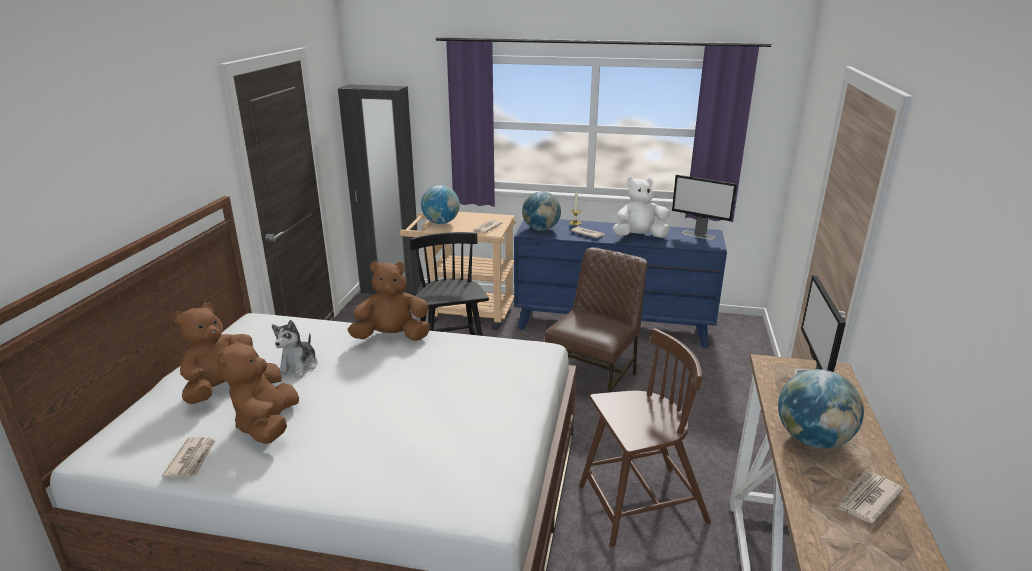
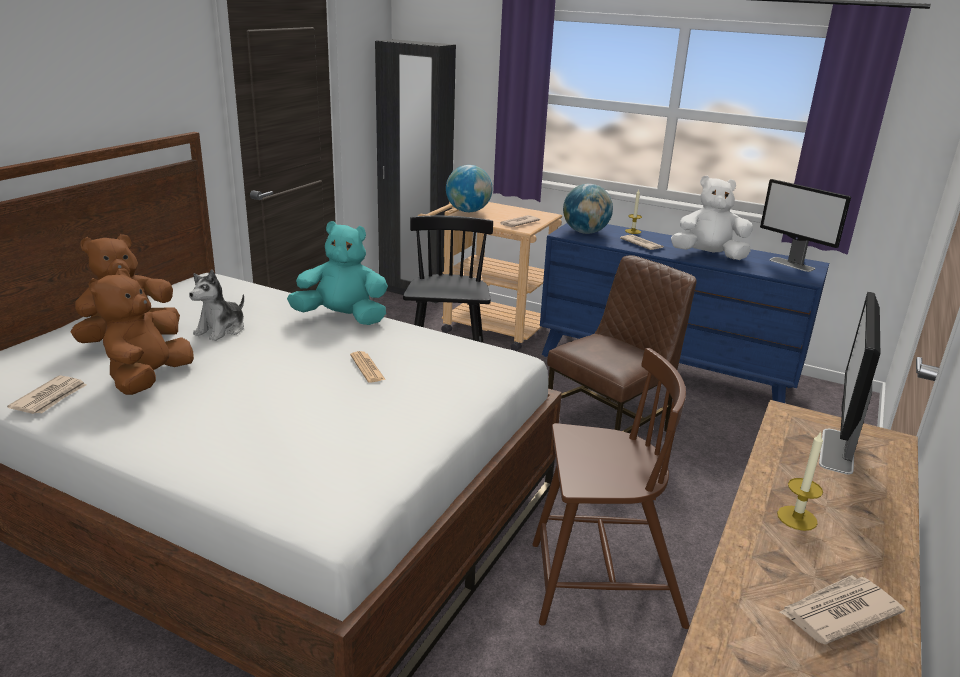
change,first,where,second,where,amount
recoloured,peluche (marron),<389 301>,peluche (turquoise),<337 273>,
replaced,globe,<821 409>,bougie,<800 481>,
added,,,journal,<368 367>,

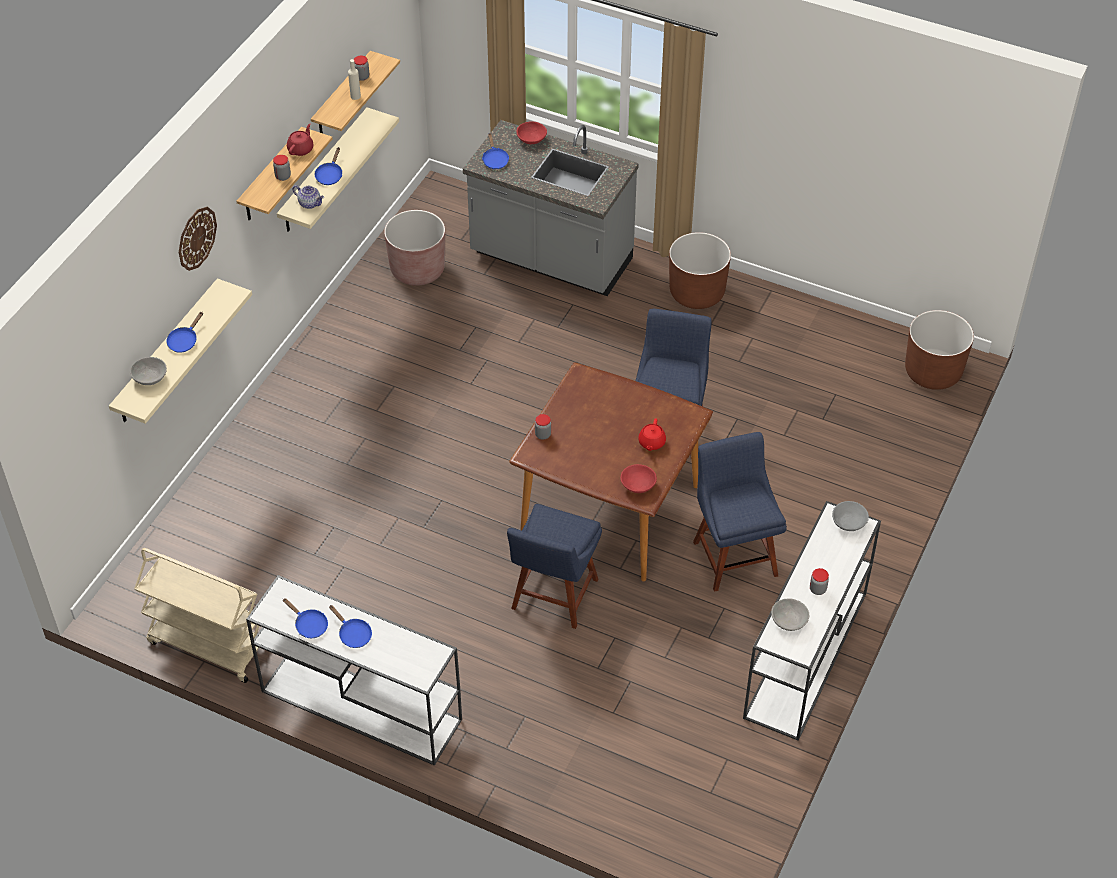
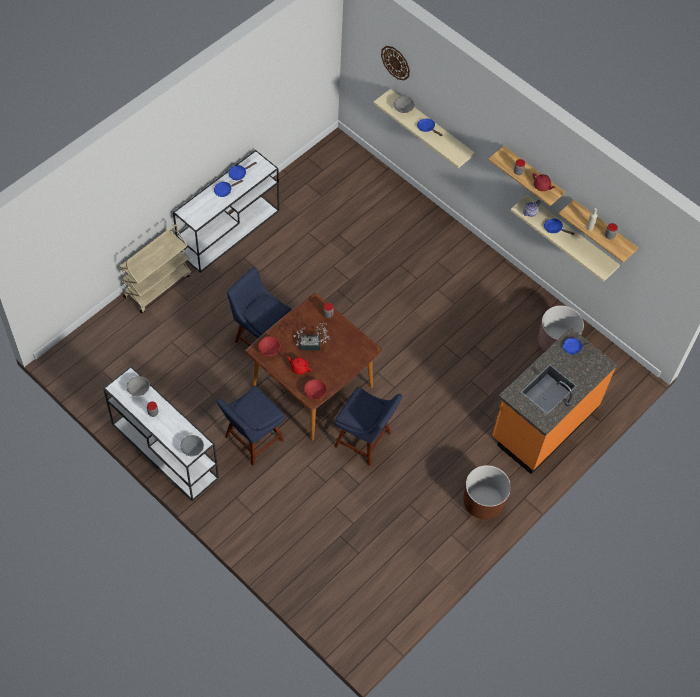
change,first,where,second,where,amount
recoloured,comptoir de cuisine (gris),<551 208>,comptoir de cuisine (orange),<554 401>,
moved,bol (rouge),<531 132>,,<315 389>,
moved,horloge murale,<198 239>,,<395 63>,
removed,cache-pot (marron),<939 350>,,,
turned,chaise (bleu),<740 512>,,<251 425>,135 degrees clockwise
moved,chariot (beige),<196 615>,,<155 268>,
added,,,plante en pot,<312 336>,

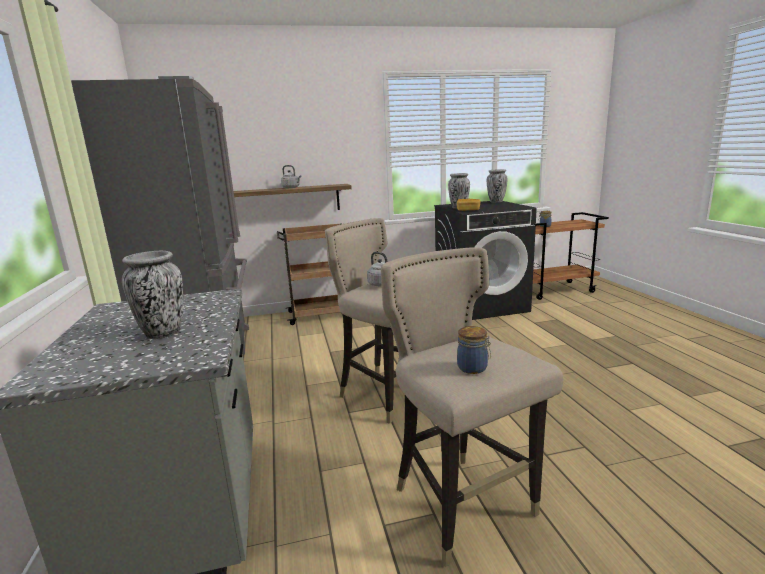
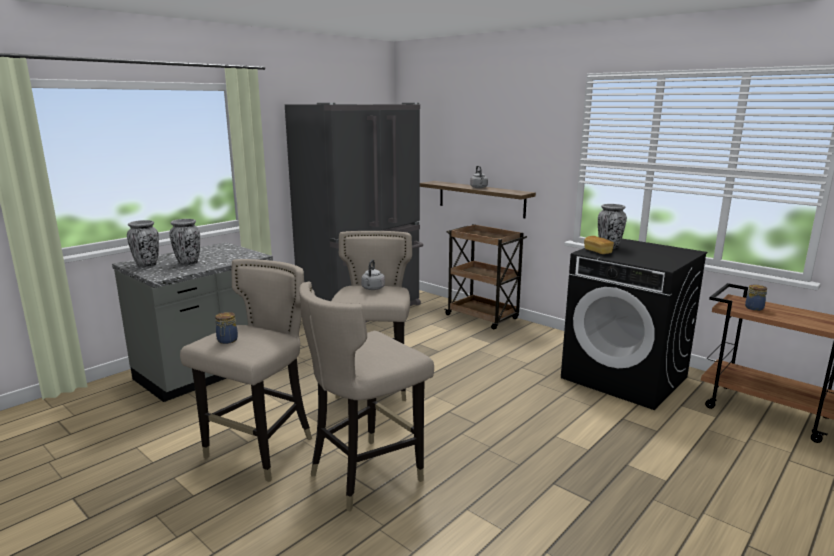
change,first,where,second,where,amount
moved,vase,<497 186>,,<143 243>,
added,,,tabouret (beige),<366 396>,

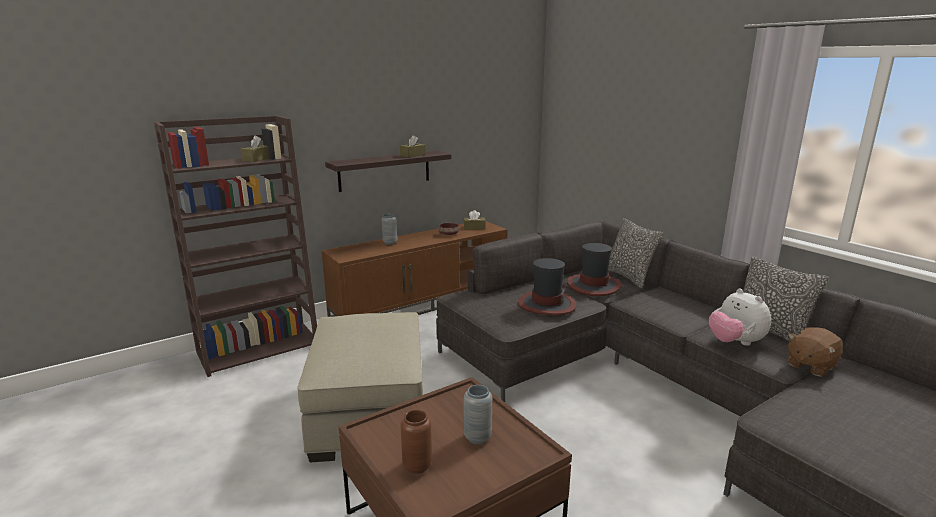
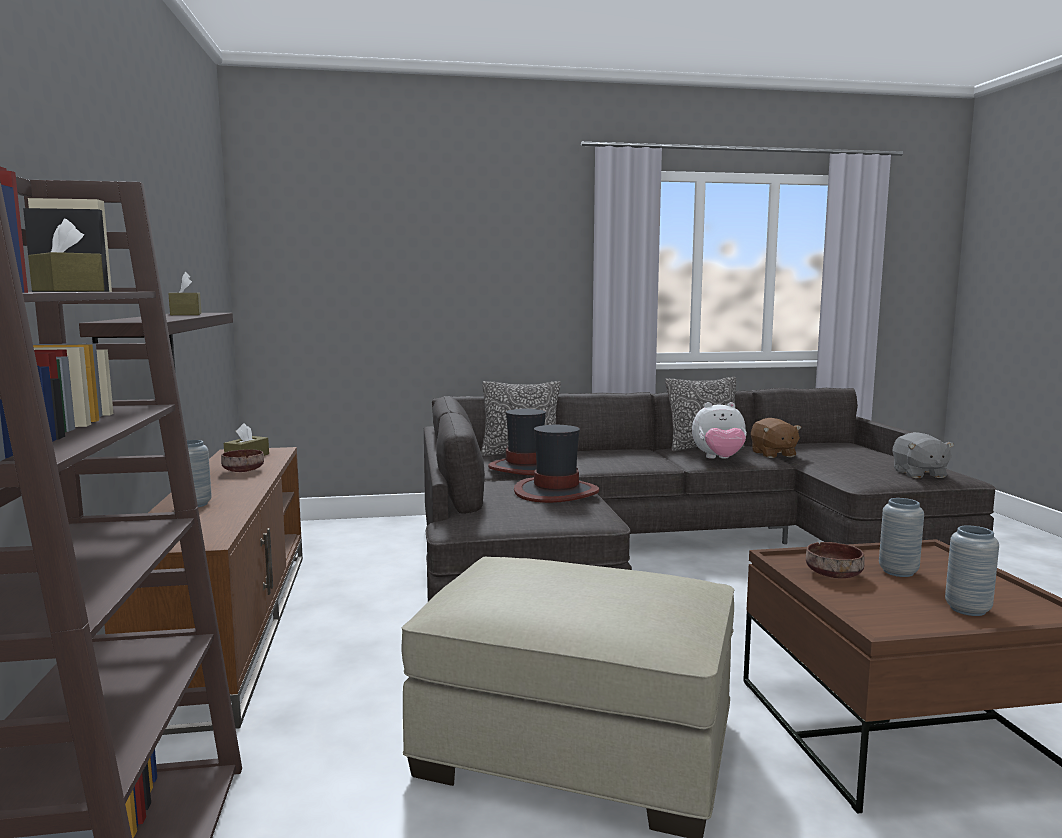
change,first,where,second,where,amount
recoloured,vase (marron),<416 442>,vase (gris),<972 570>,
added,,,peluche (gris),<923 455>,
added,,,bol (marron),<835 560>,

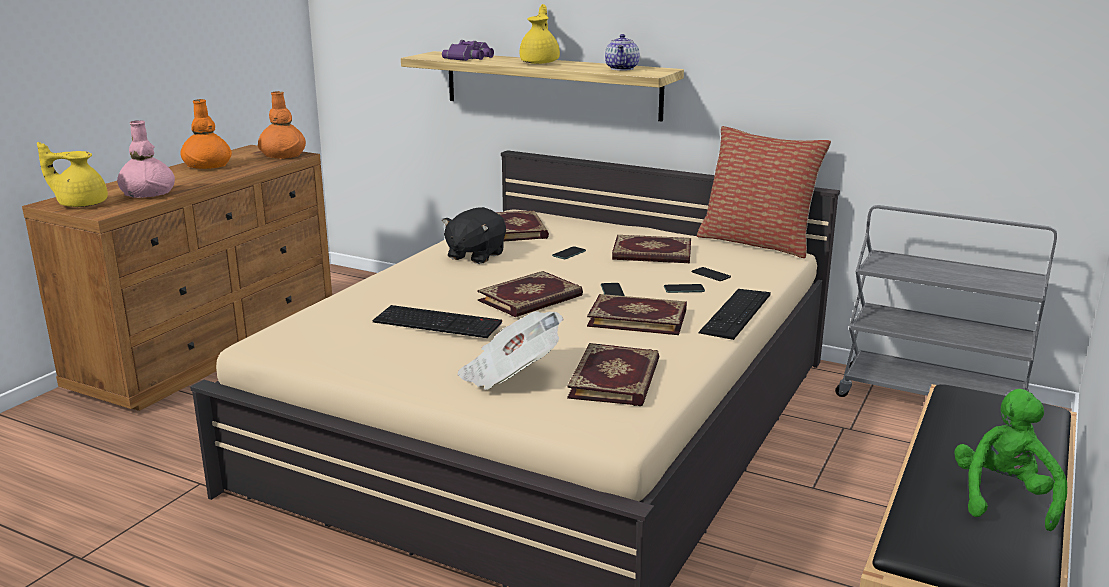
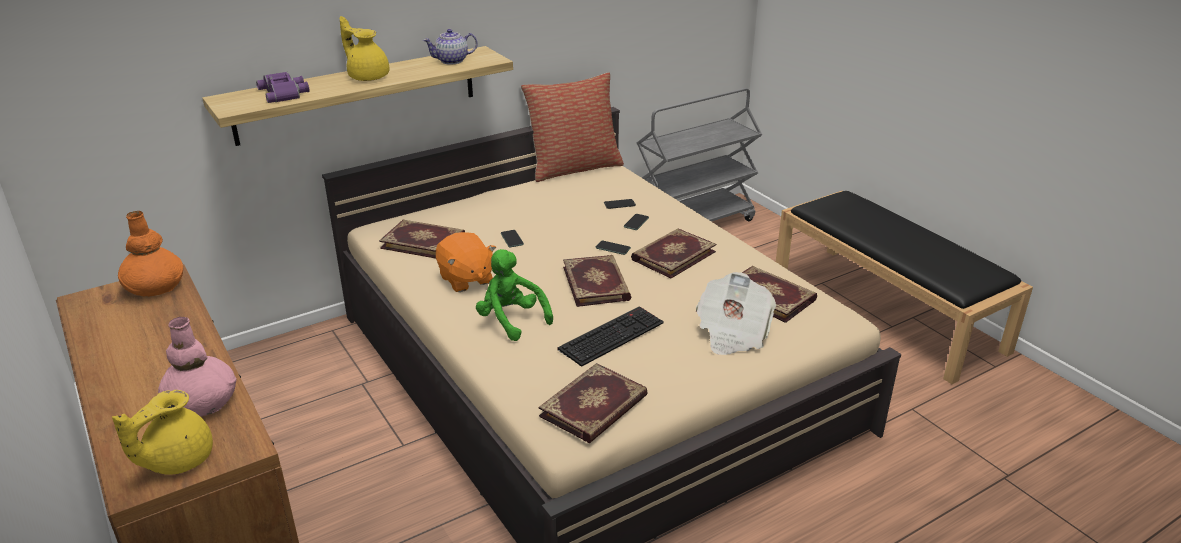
change,first,where,second,where,amount
turned,théière,<622 52>,,<450 47>,120 degrees clockwise
removed,vase (orange),<206 134>,,,
recoloured,peluche (noir),<474 235>,peluche (orange),<466 262>,
moved,livre,<651 249>,,<593 403>,
removed,clavier,<734 314>,,,
moved,peluche (vert),<1010 460>,,<514 295>,

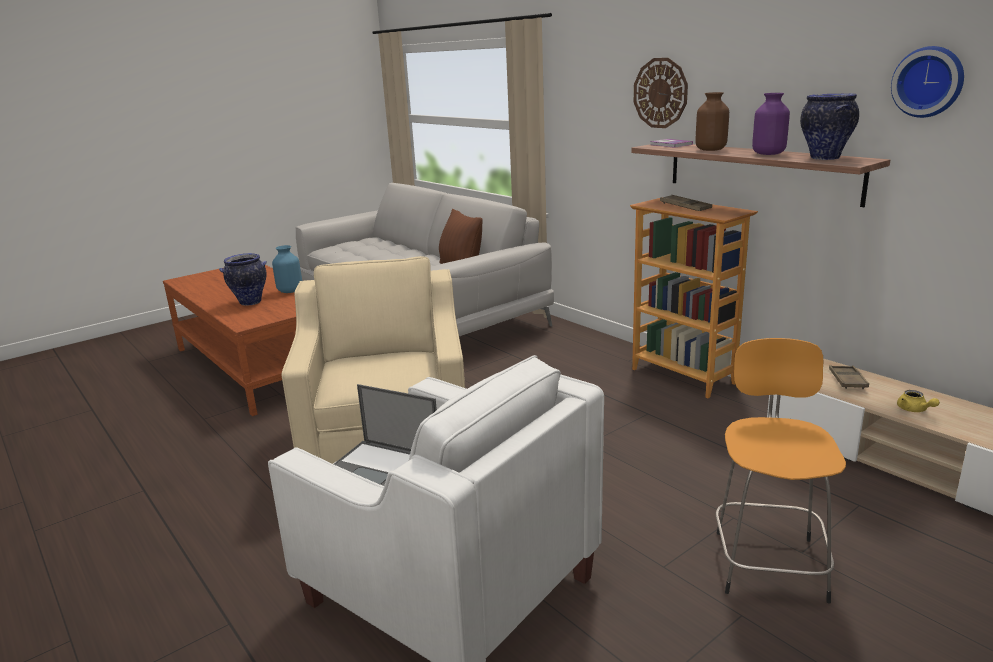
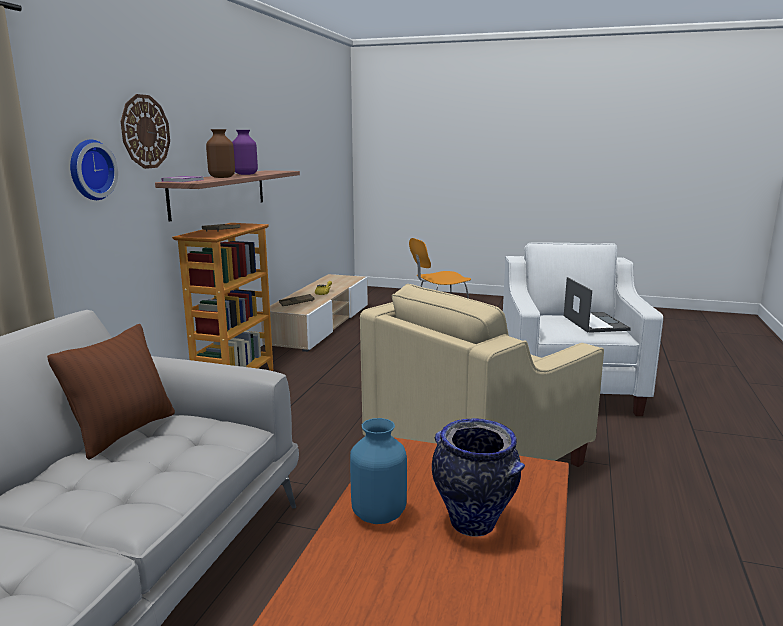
change,first,where,second,where,amount
moved,horloge murale,<927 82>,,<94 169>,
removed,vase,<829 126>,,,

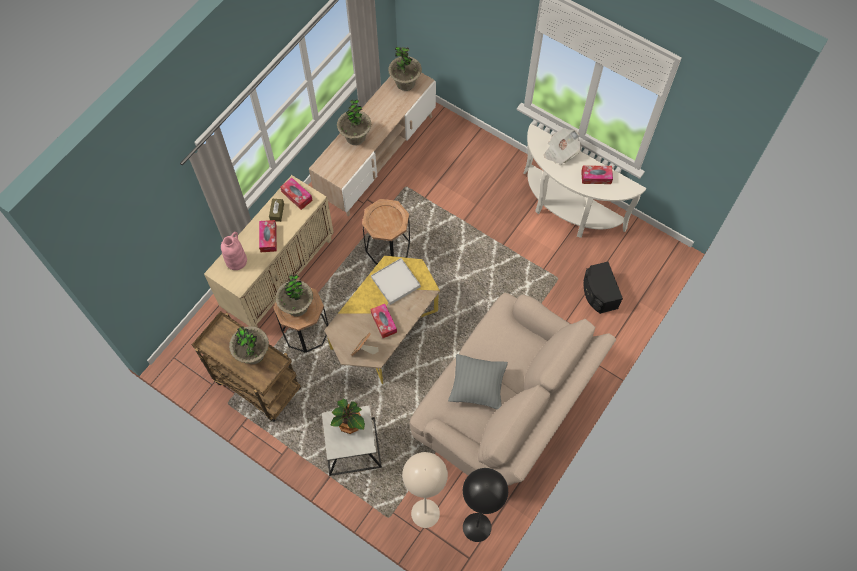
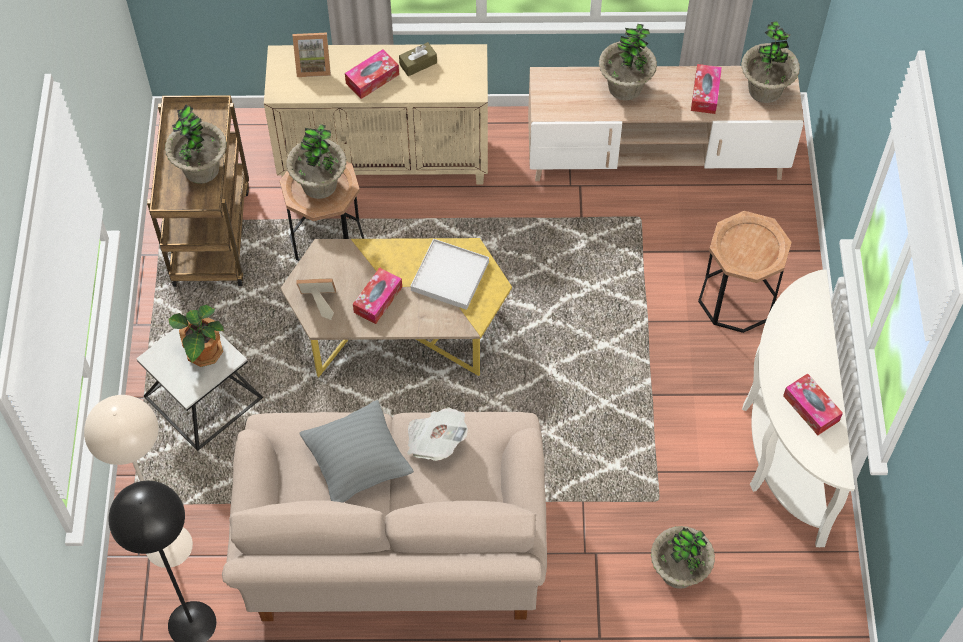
change,first,where,second,where,amount
moved,journal,<562 146>,,<437 434>,
moved,boîte à mouchoirs,<296 194>,,<706 89>,
moved,table d'appoint (marron),<386 231>,,<745 272>,
replaced,vase (rose),<234 251>,cadre photo,<312 55>,
replaced,enceinte (noir),<603 288>,plante en pot,<683 557>,

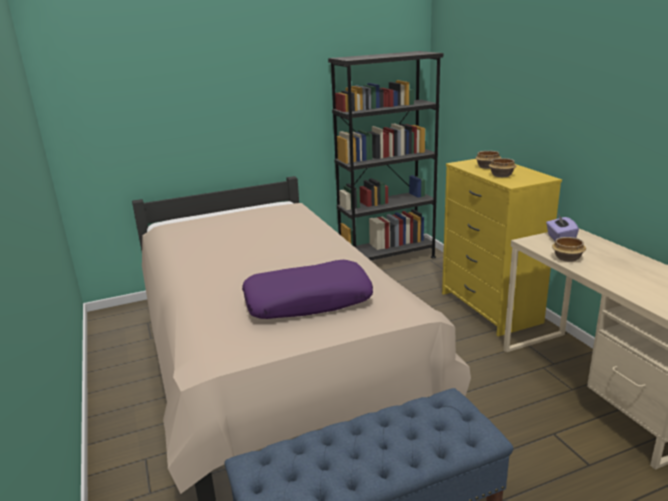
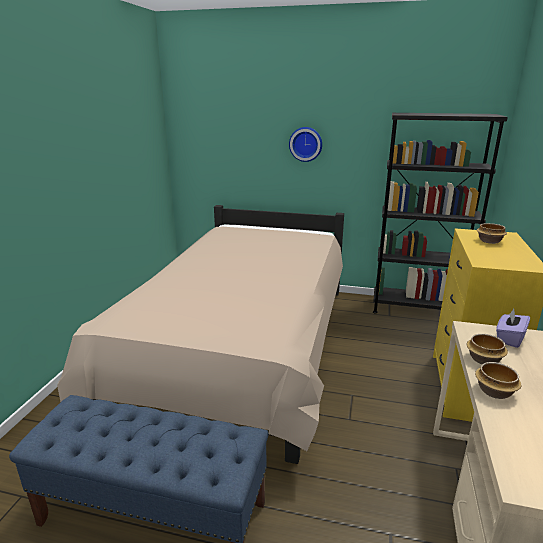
change,first,where,second,where,amount
moved,bol,<502 167>,,<498 380>,
removed,coussin (violet),<307 289>,,,
added,,,horloge murale,<305 144>,

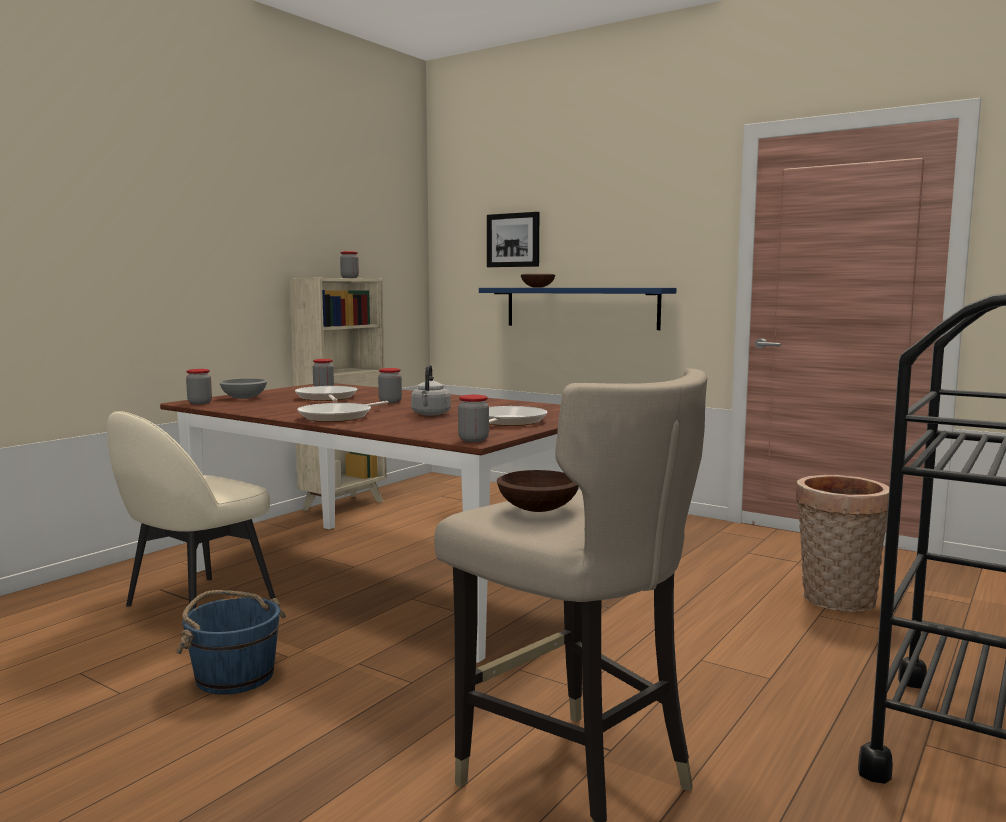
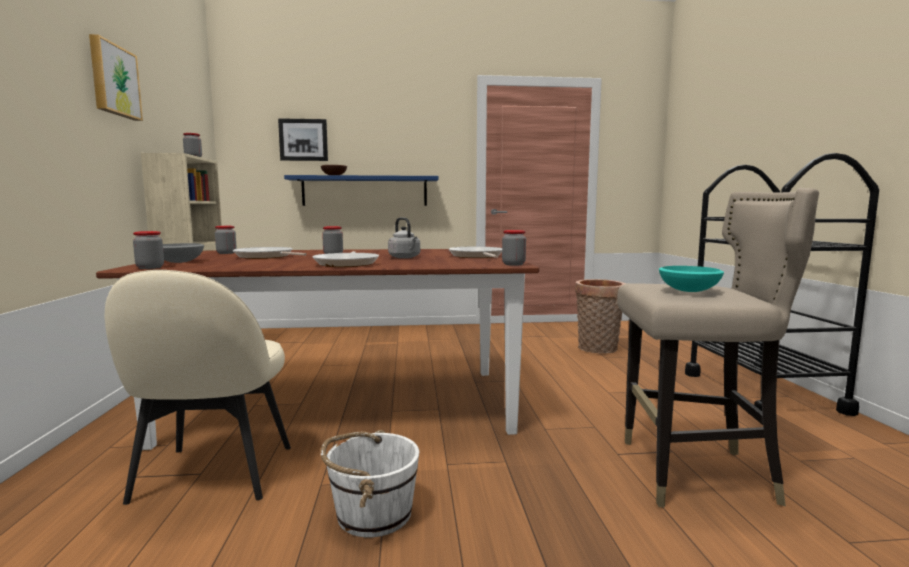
change,first,where,second,where,amount
recoloured,bol (marron),<538 491>,bol (turquoise),<691 279>,
recoloured,seau (bleu),<231 642>,seau (blanc),<370 483>,
added,,,tableau,<116 77>,

